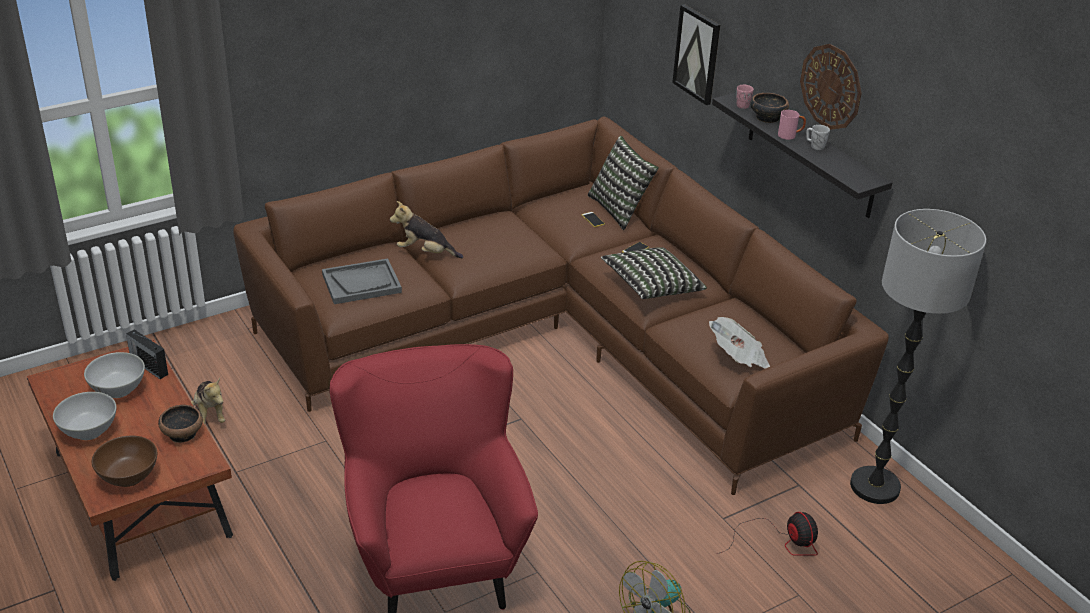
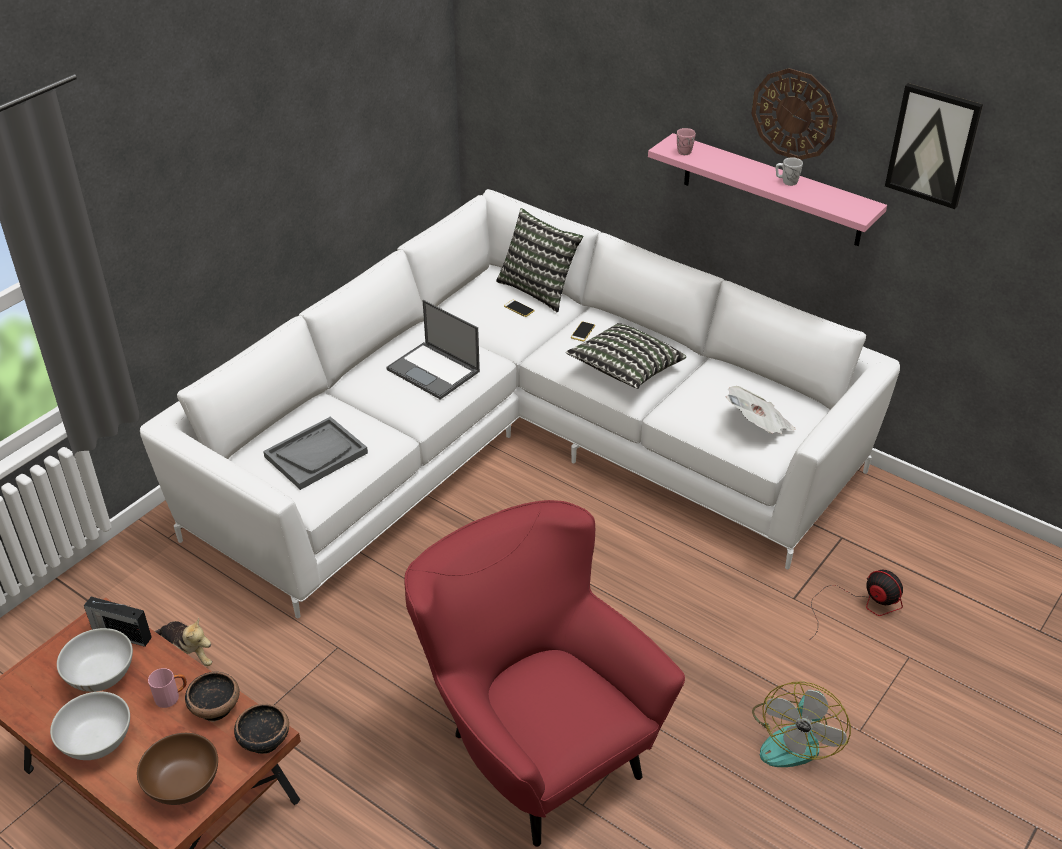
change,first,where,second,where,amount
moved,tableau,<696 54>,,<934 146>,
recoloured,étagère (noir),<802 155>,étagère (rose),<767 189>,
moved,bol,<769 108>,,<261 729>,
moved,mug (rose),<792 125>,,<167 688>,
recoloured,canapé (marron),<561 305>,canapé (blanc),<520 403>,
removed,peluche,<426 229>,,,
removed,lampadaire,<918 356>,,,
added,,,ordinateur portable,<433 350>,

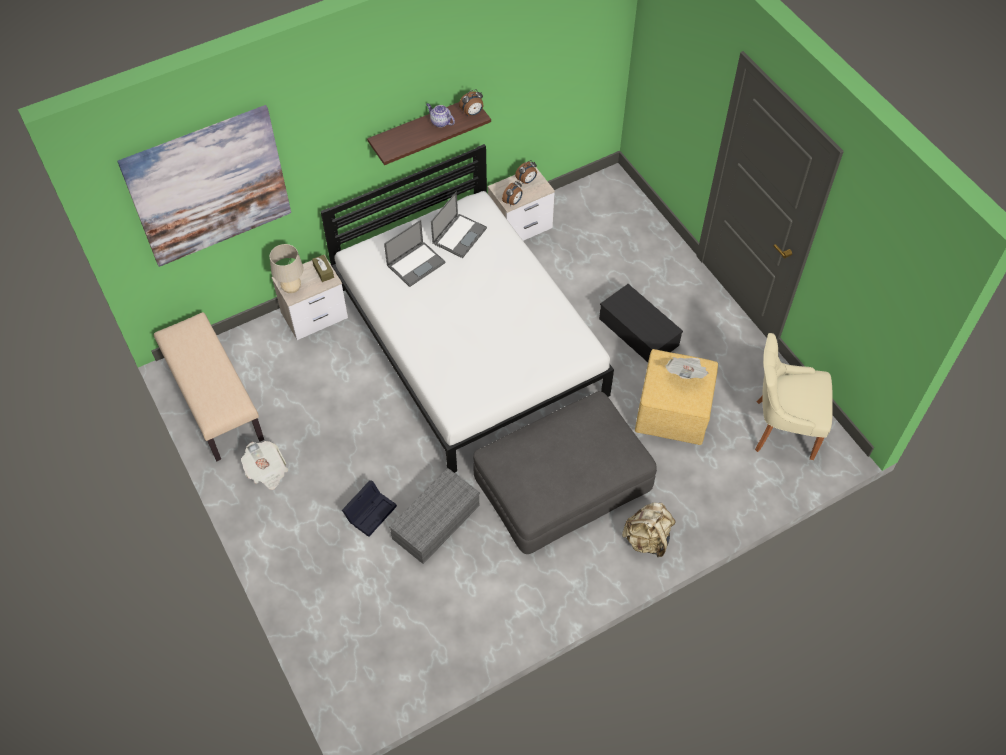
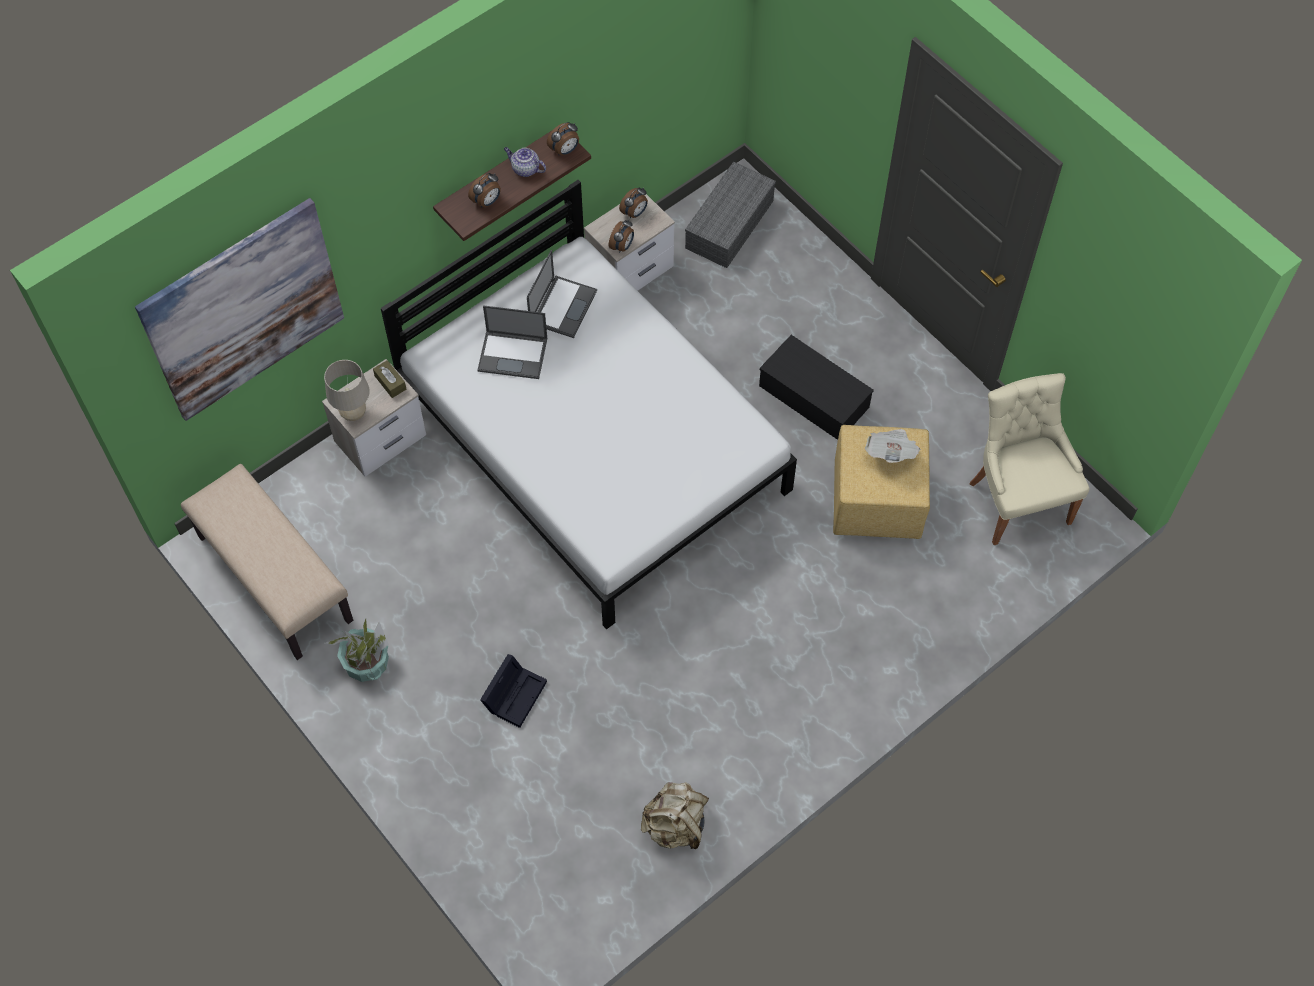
change,first,where,second,where,amount
turned,ordinateur portable,<415 253>,,<512 342>,60 degrees clockwise
turned,chaise (beige),<794 396>,,<1029 459>,75 degrees clockwise
removed,pouf (gris),<565 472>,,,
replaced,journal,<264 465>,plante en pot,<357 650>,
moved,boîte de rangement (gris),<434 516>,,<730 214>,
moved,sac à dos (beige),<649 530>,,<675 815>,
added,,,réveil,<484 190>,

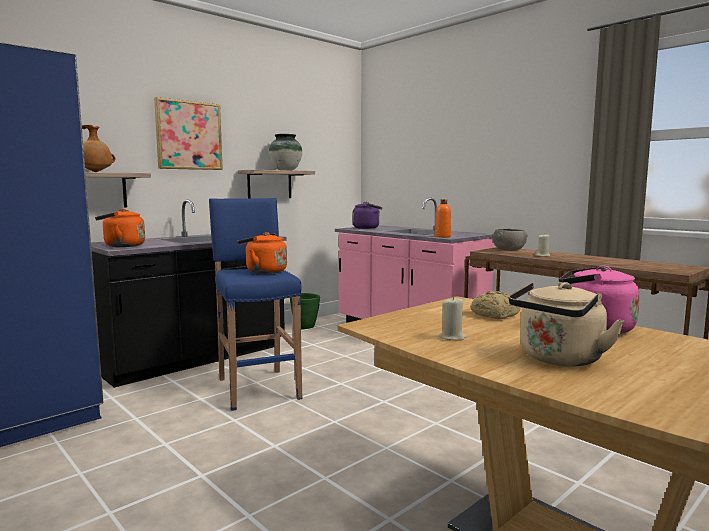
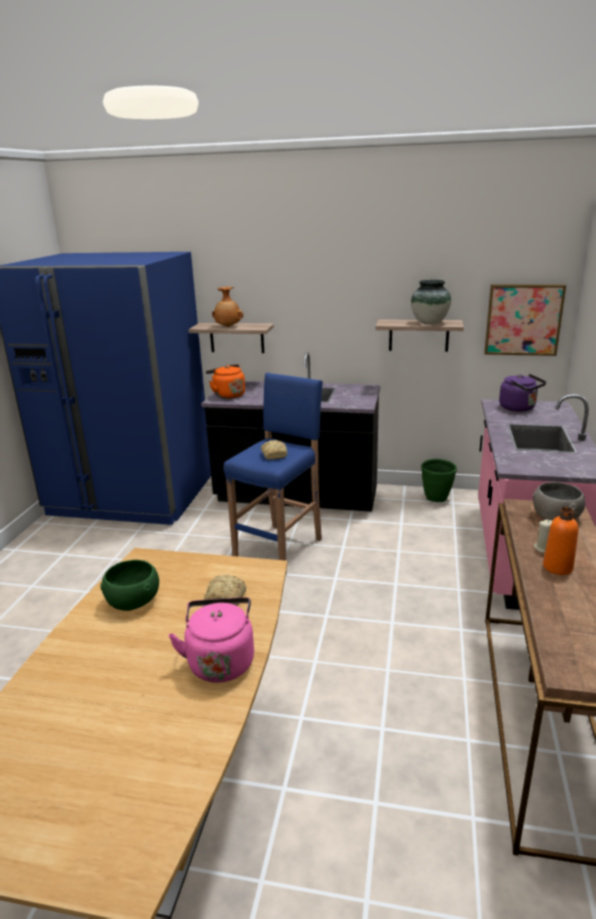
change,first,where,second,where,amount
moved,tableau,<188 133>,,<525 320>,
moved,bouteille (orange),<443 218>,,<560 541>,
replaced,bouilloire (orange),<262 253>,pain,<274 450>,
removed,bouilloire (beige),<566 324>,,,
replaced,bougie (beige),<452 318>,bol (vert),<129 585>,

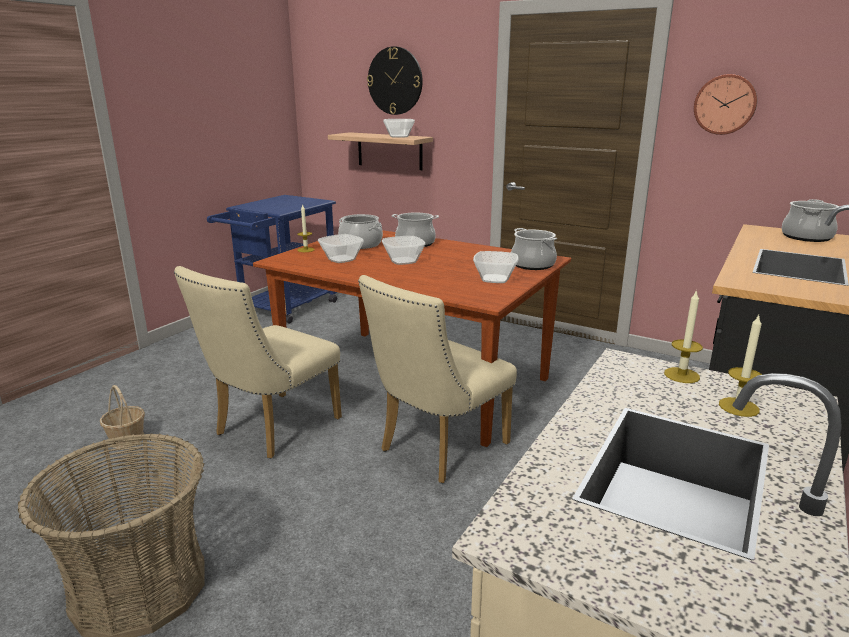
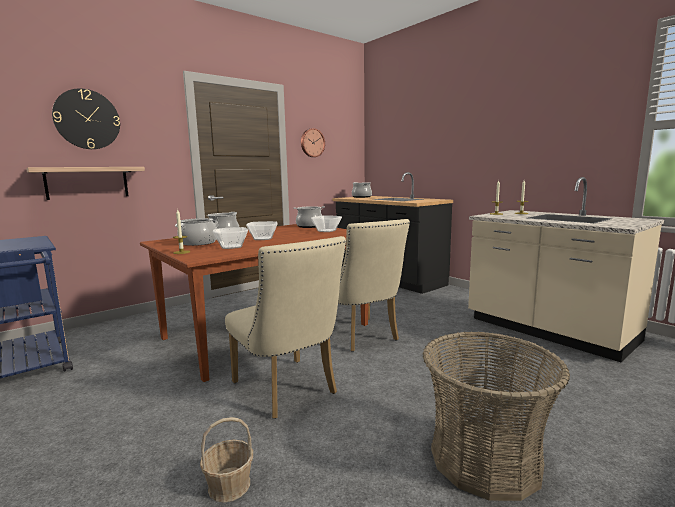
change,first,where,second,where,amount
removed,bol,<399 128>,,,

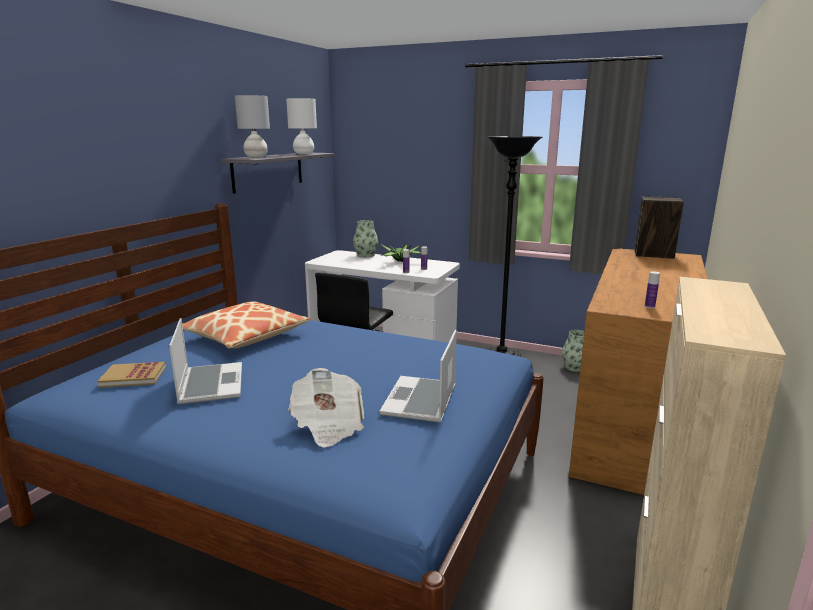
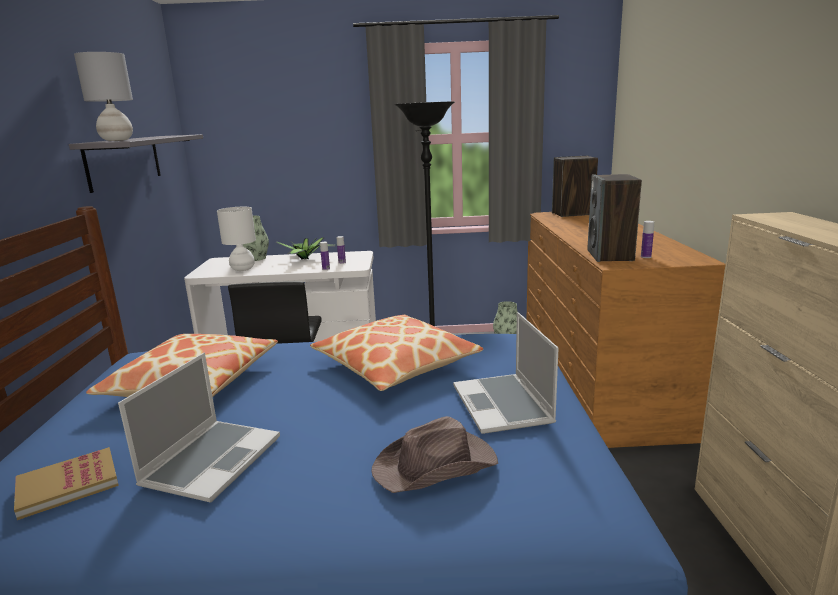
change,first,where,second,where,amount
moved,lampe de table (blanc),<301 126>,,<236 239>,
turned,ordinateur portable,<205 361>,,<199 428>,60 degrees clockwise
replaced,journal,<326 408>,chapeau (marron),<434 454>,
added,,,enceinte,<614 218>,
added,,,coussin,<396 353>,

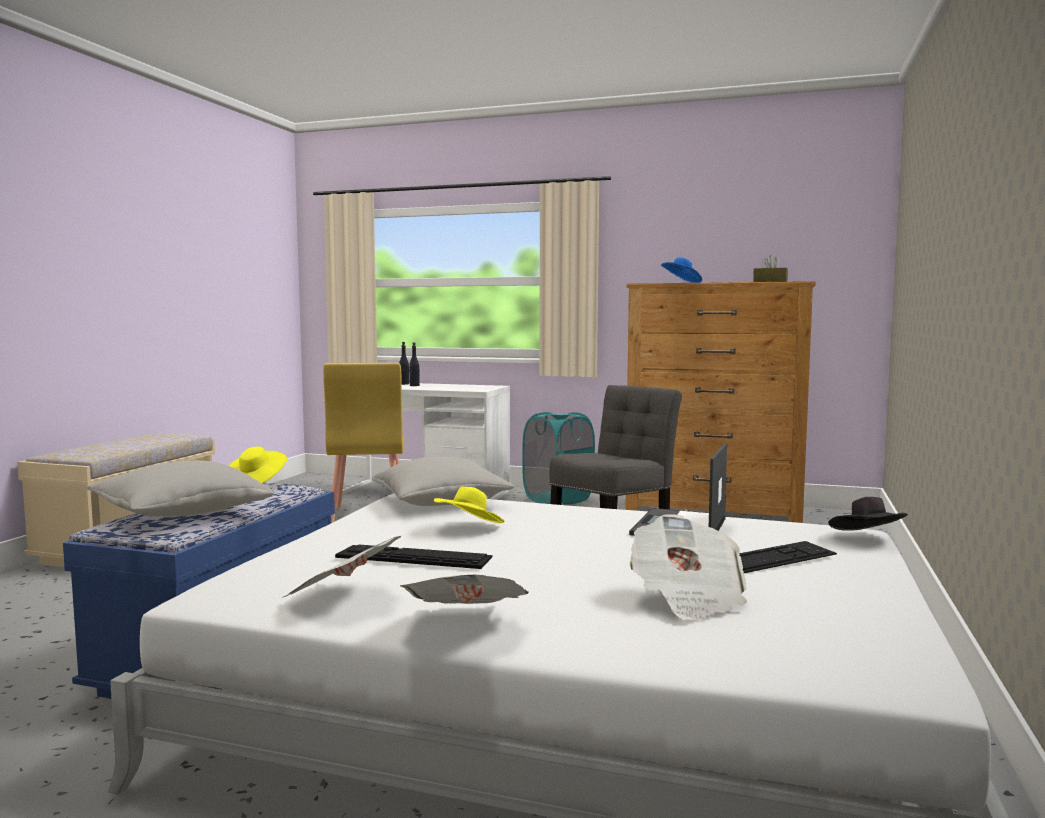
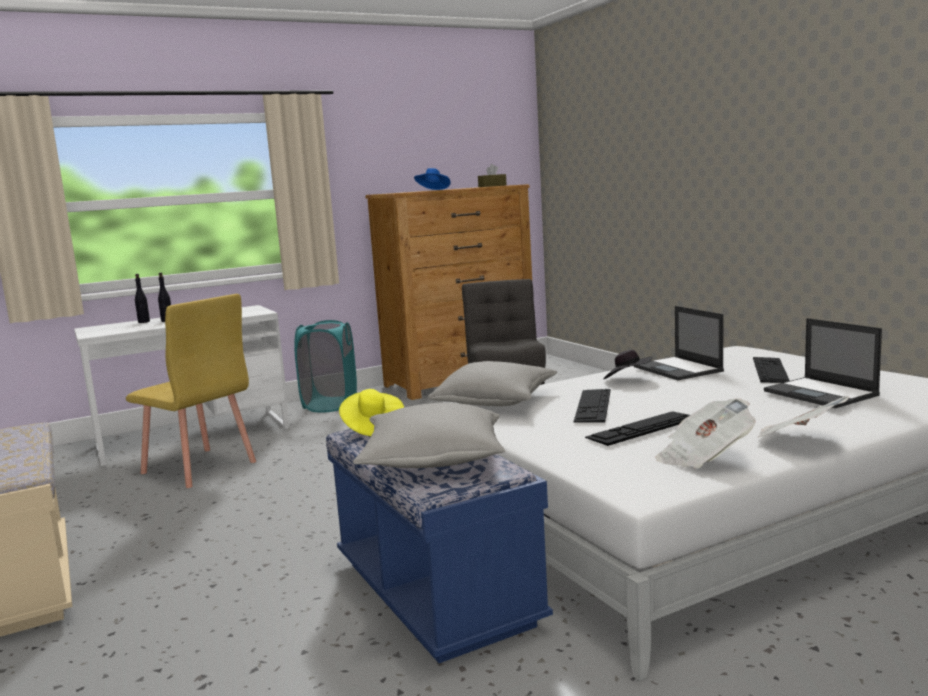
change,first,where,second,where,amount
replaced,chapeau (jaune),<469 505>,clavier,<592 406>,
moved,chapeau (noir),<868 514>,,<627 364>,
replaced,journal,<688 567>,ordinateur portable,<823 363>,

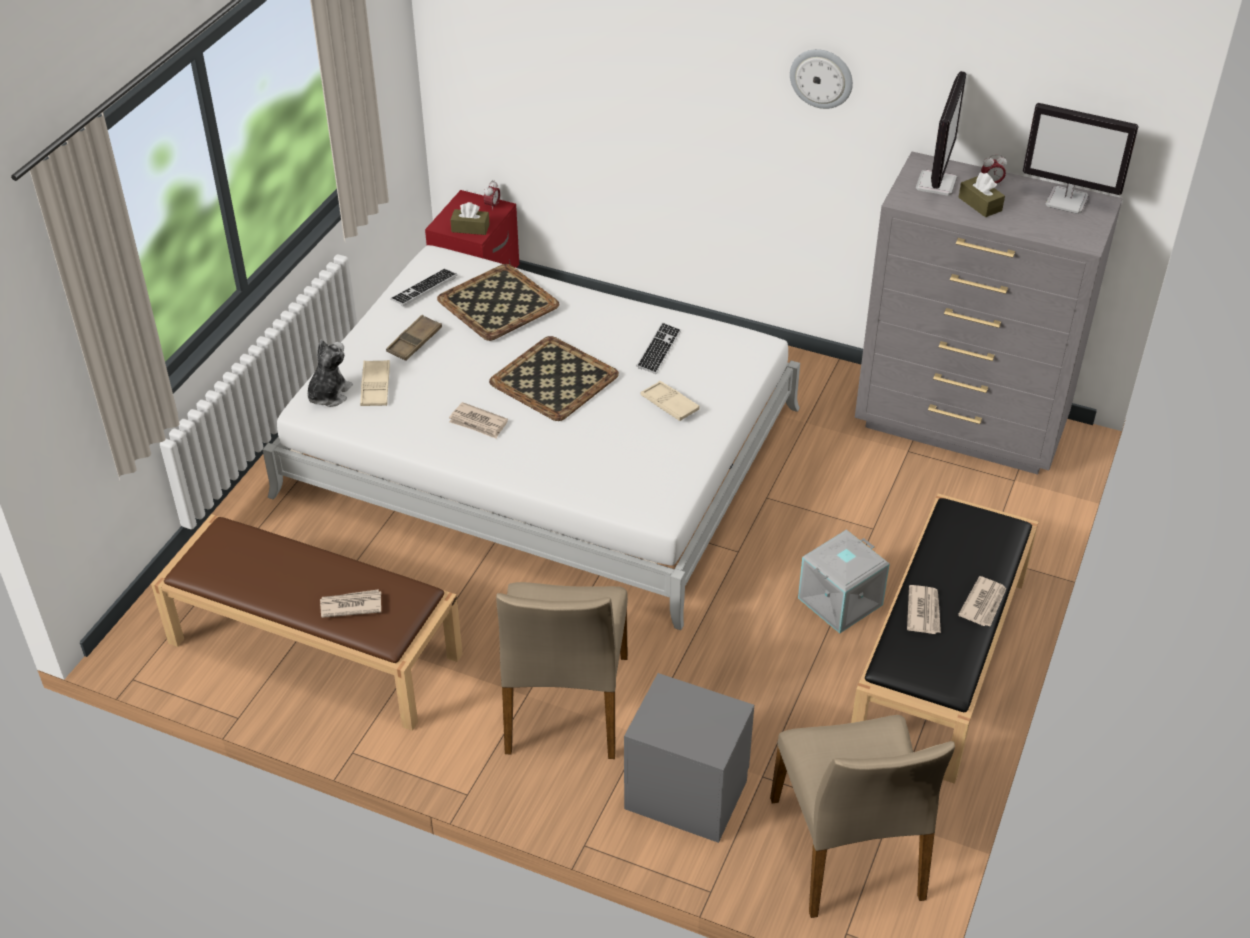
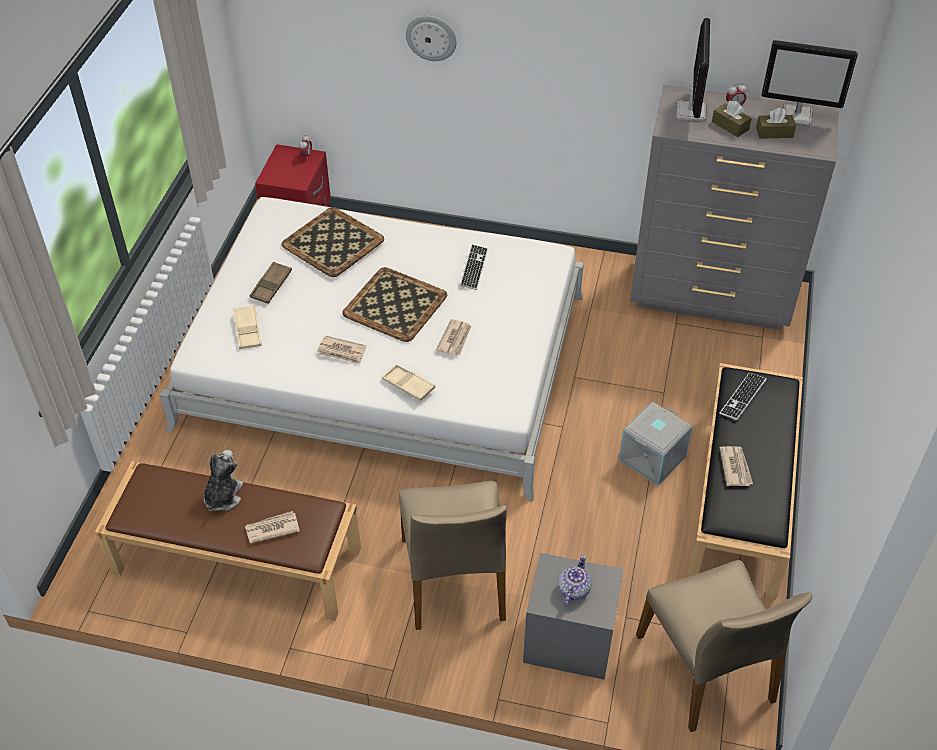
change,first,where,second,where,amount
moved,horloge murale,<821 79>,,<431 38>,
moved,boîte à mouchoirs (marron),<470 218>,,<776 123>,
moved,clavier,<423 288>,,<743 396>,
moved,peluche,<330 373>,,<223 481>,
moved,plateau (beige),<670 401>,,<408 382>,
moved,journal,<982 601>,,<453 337>,
added,,,théière,<575 580>,

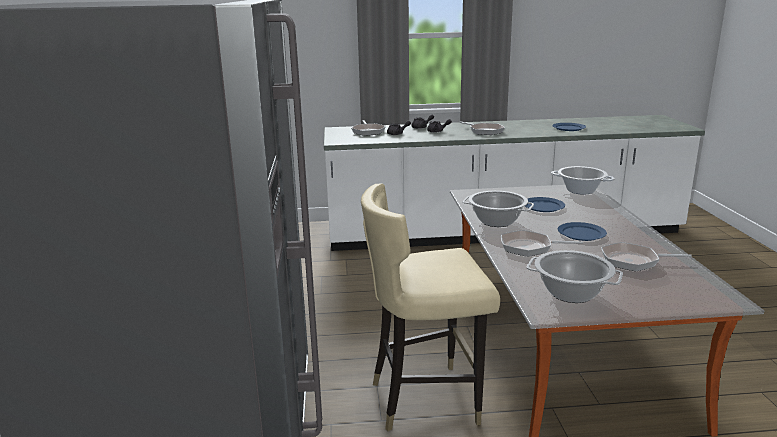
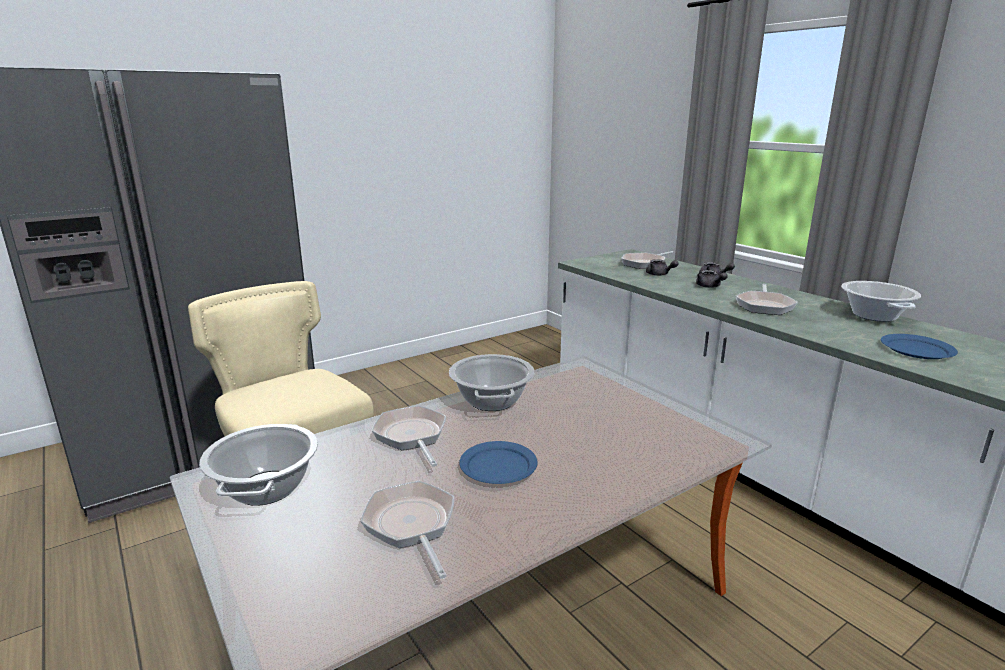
change,first,where,second,where,amount
moved,marmite,<583 180>,,<881 301>,
removed,assiette (bleu),<545 204>,,,

